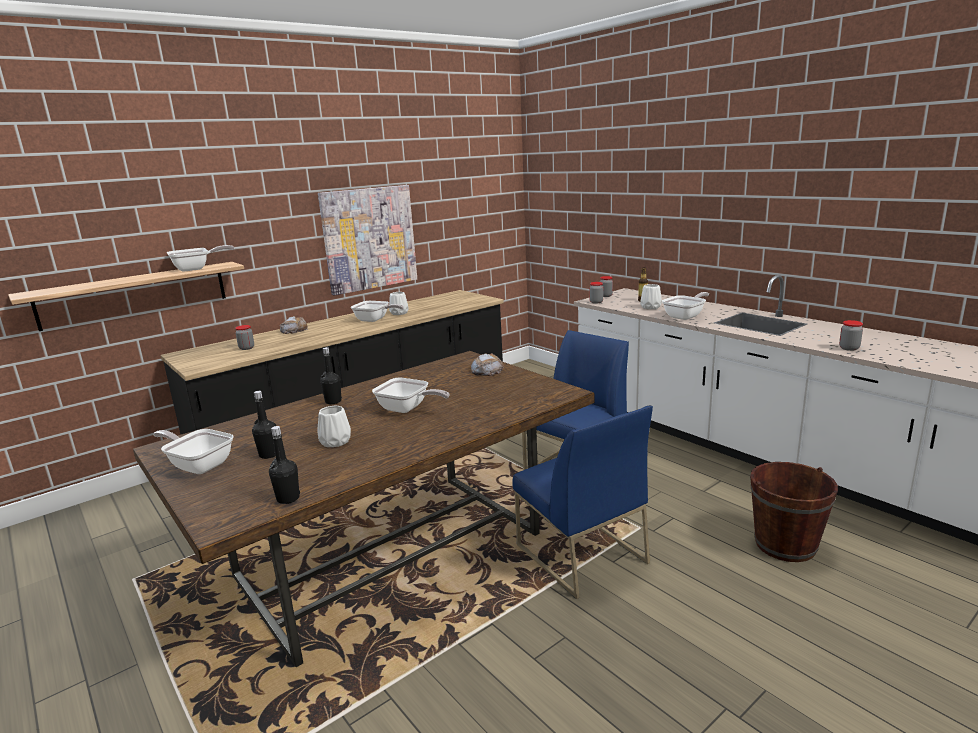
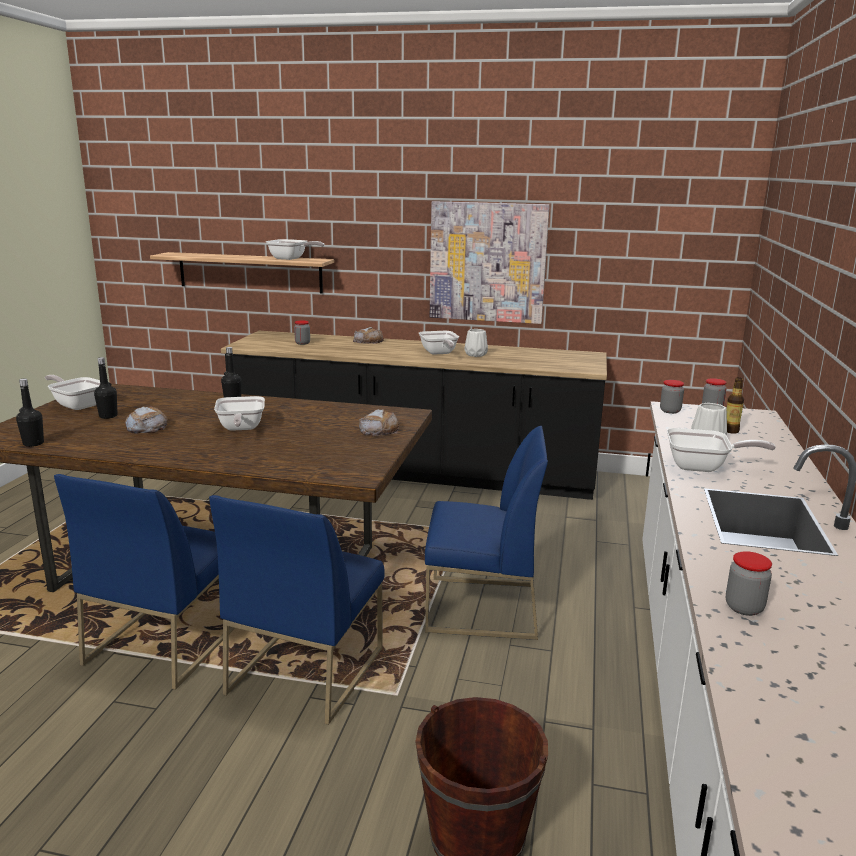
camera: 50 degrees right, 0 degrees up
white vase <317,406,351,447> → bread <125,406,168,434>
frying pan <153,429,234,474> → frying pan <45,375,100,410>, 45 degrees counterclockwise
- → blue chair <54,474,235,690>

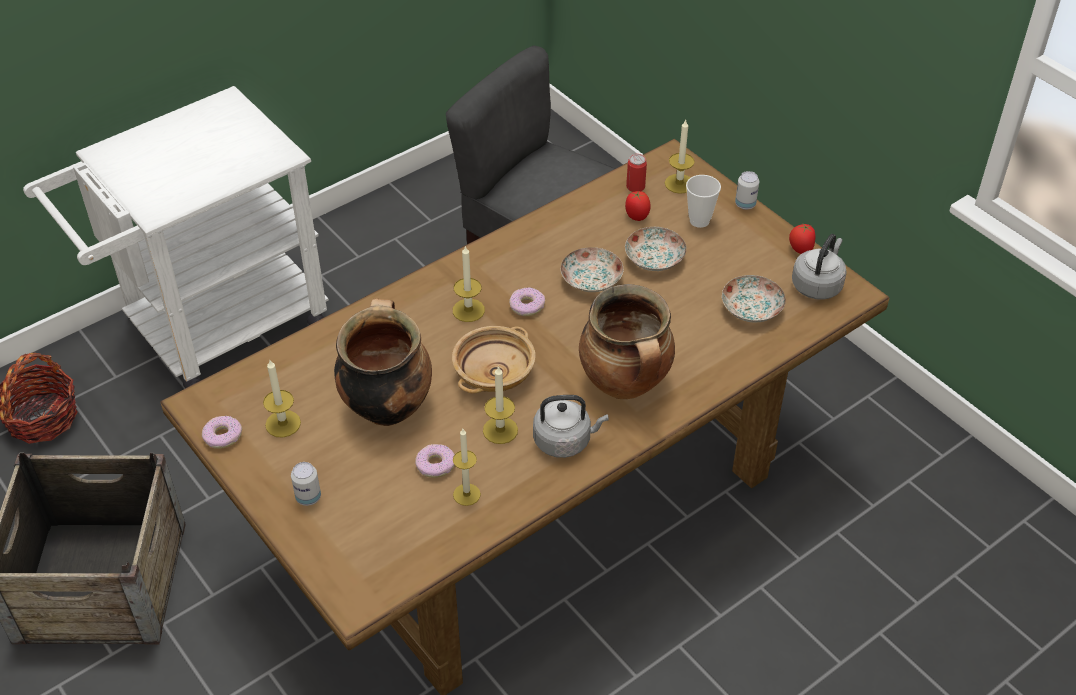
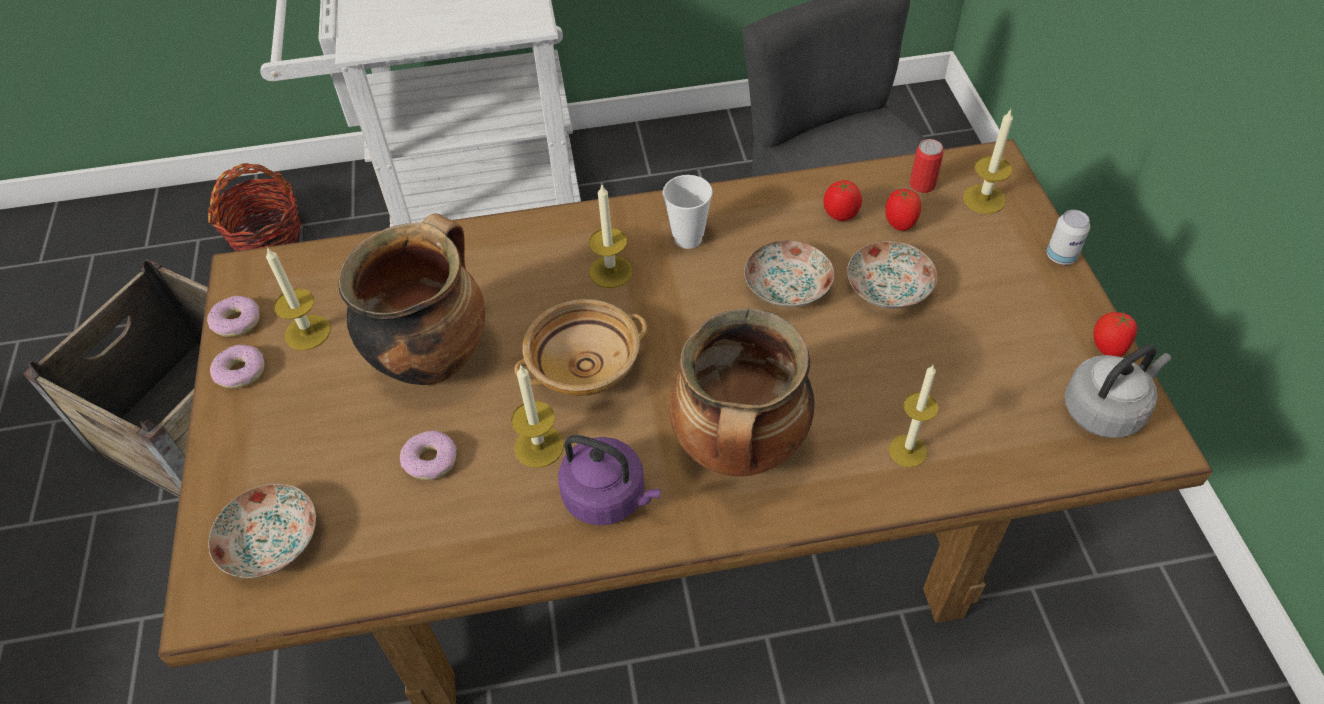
camera: 30 degrees right, 5 degrees up
cup <686,175,721,228> → cup <663,175,713,249>, relocated
plate <722,275,786,322> → plate <208,484,316,578>, relocated
donut <509,287,545,316> → donut <210,345,264,388>, relocated
grey kettle <533,395,609,458> → purple kettle <558,435,661,525>
candle <453,429,481,506> → candle <889,365,938,467>, relocated
can <291,462,321,506> → -
- → tomato <823,180,862,221>

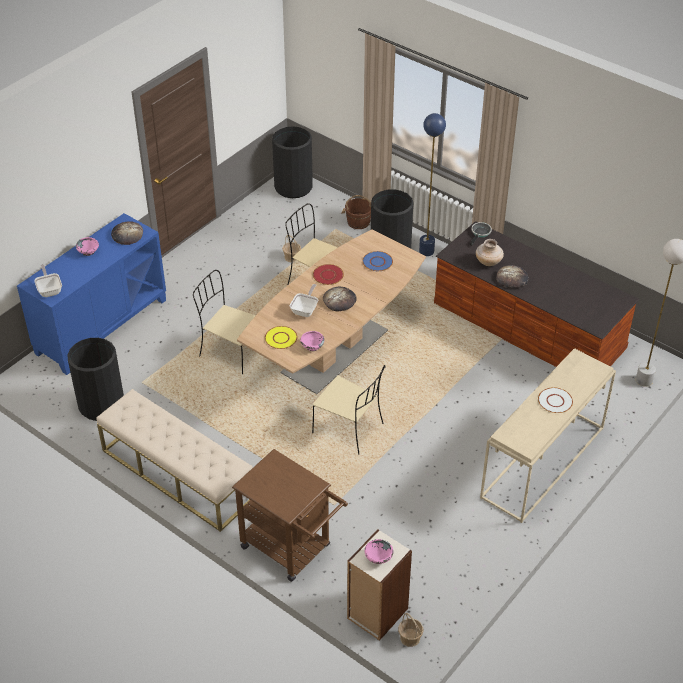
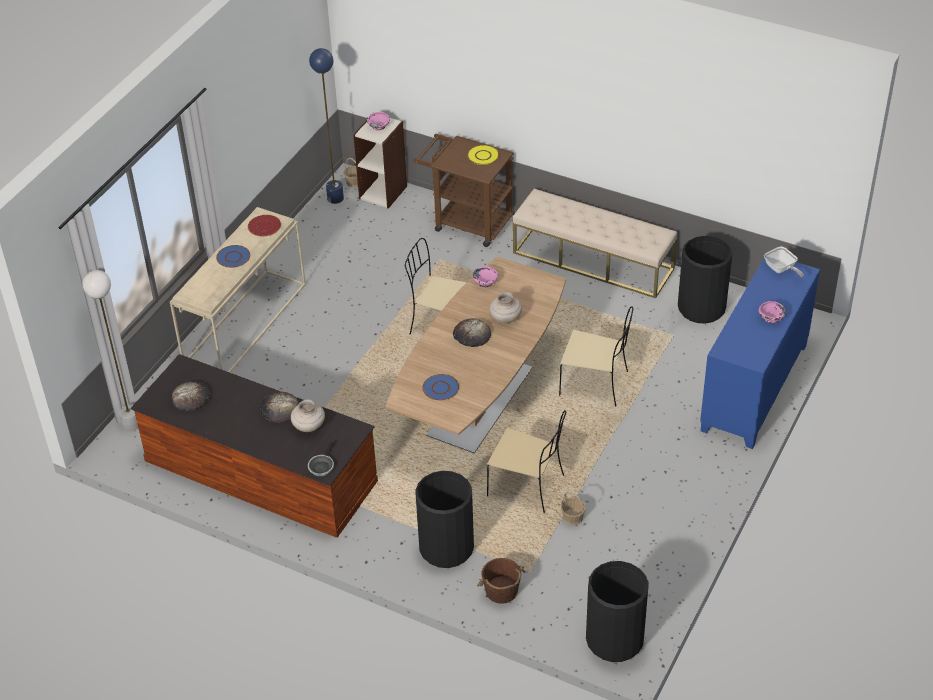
camera: 170 degrees right, 0 degrees up
blue floor lamp <419,113,446,256> → blue floor lamp <309,48,344,204>, relocated
bread <111,221,143,245> → bread <172,381,210,411>, relocated
red plate <313,264,344,285> → red plate <248,215,281,237>, relocated
frying pan <290,284,318,317> → beige vase <489,292,522,323>
yellow plate <265,326,297,349> → yellow plate <467,145,499,165>, relocated
white plate <538,387,573,413> → blue plate <216,245,250,268>

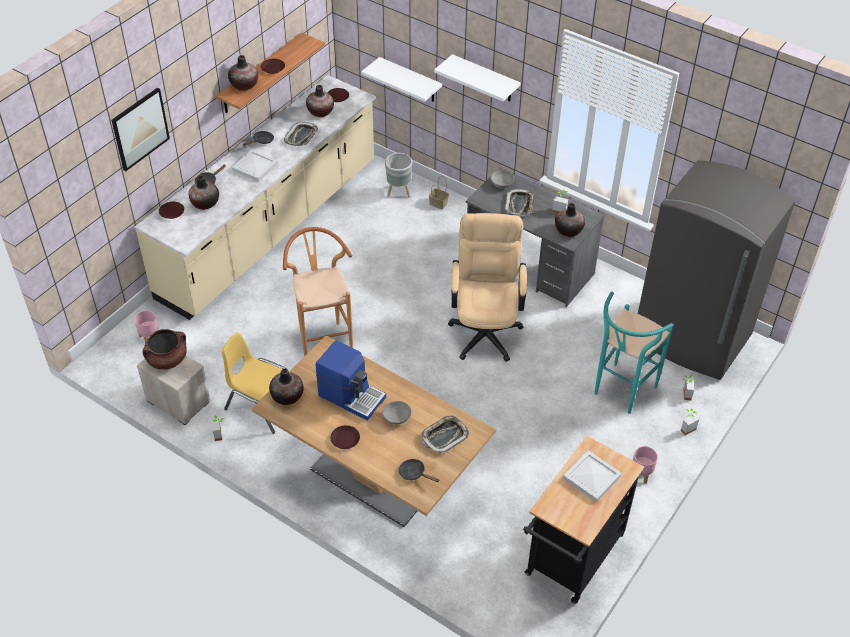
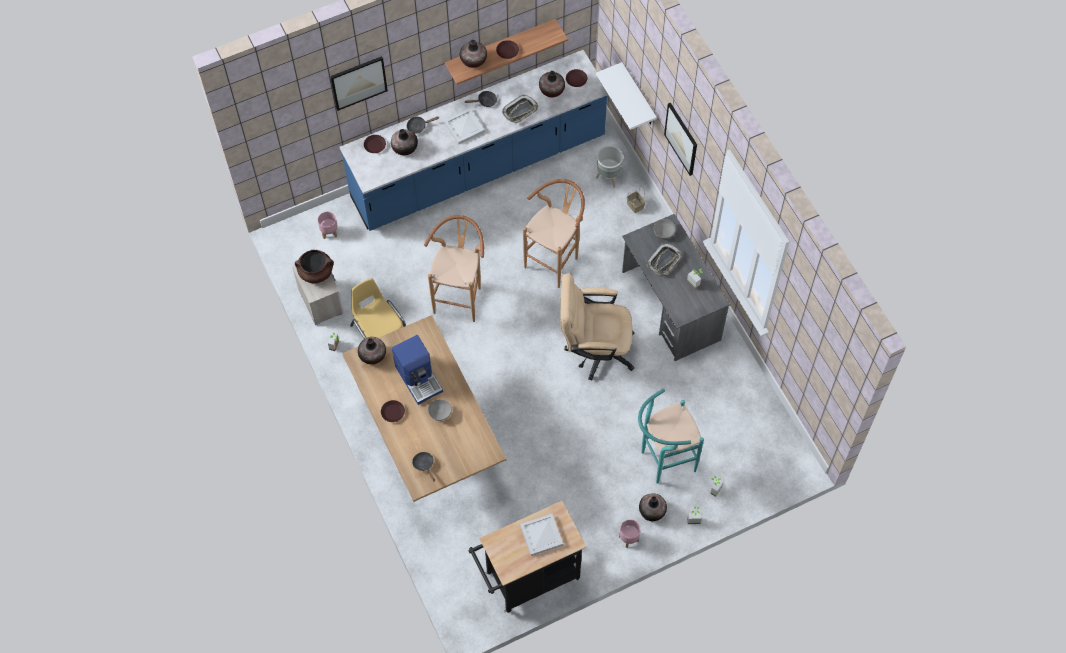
camera: 30 degrees right, 15 degrees up
white shelf <434,54,521,102> → picture <664,103,697,176>
beige counter <134,75,376,320> → blue counter <340,50,608,231>
grey fridge <638,160,795,380> → -
vase <555,203,585,237> → vase <639,493,667,521>, relocated
beige office chair <448,213,527,362> → beige office chair <560,273,634,380>, 120 degrees counterclockwise
tray <421,414,469,454> → -
- → brown stool <523,179,585,288>

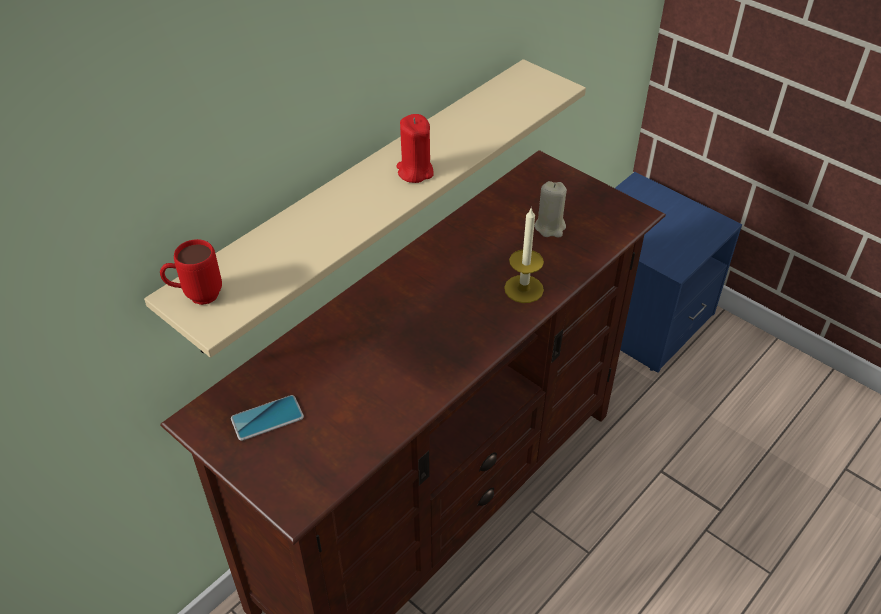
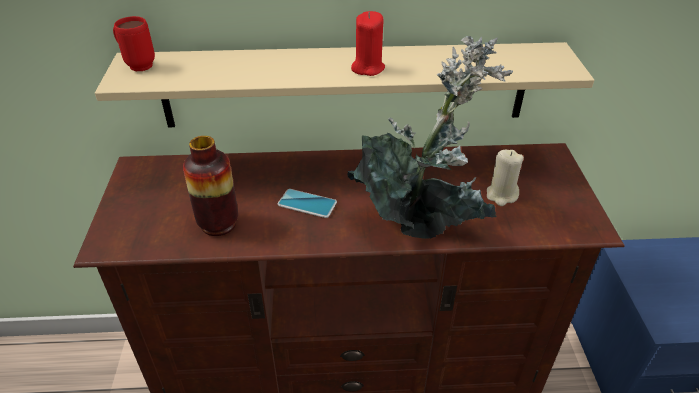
camera: 45 degrees right, 5 degrees down
candle <504,207,544,303> → potted plant <347,36,513,239>
phone <231,395,304,441> → phone <278,189,337,218>, relocated
- → vase <183,136,238,236>

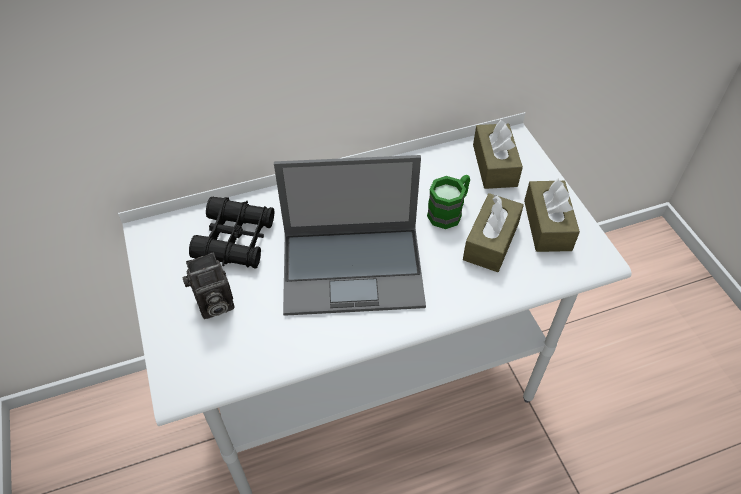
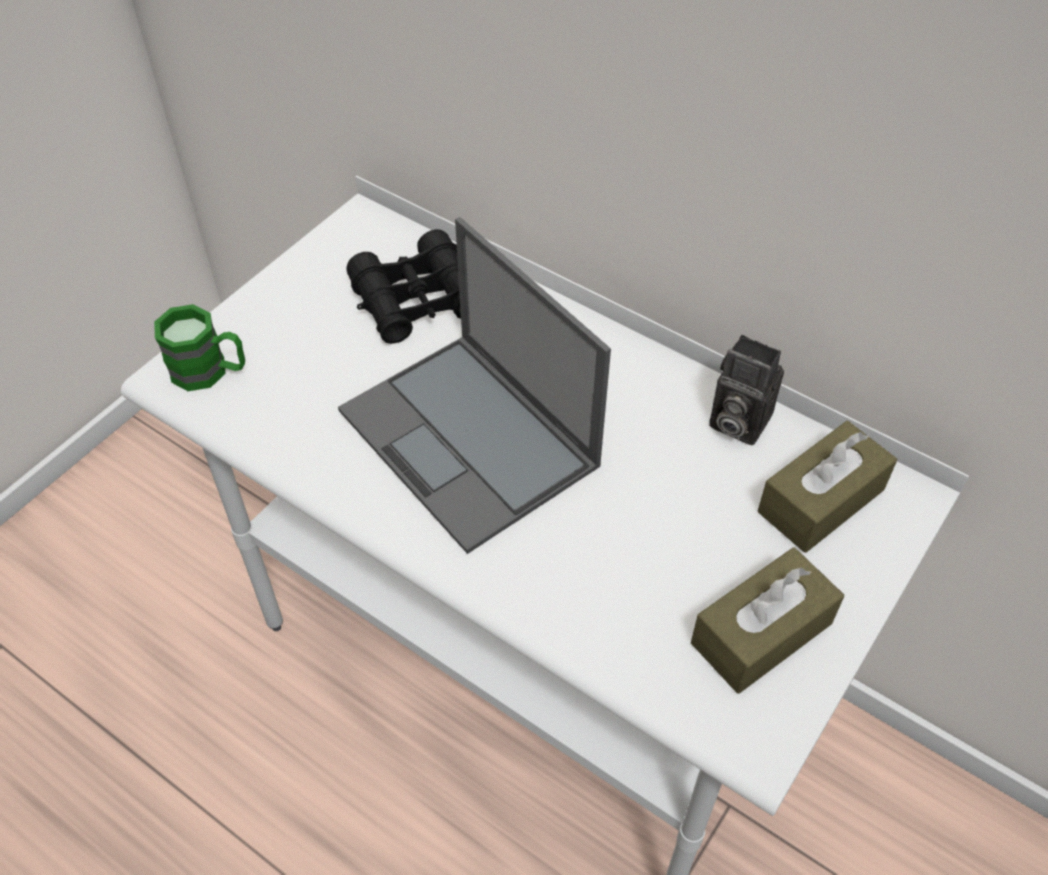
camera: 55 degrees right, 0 degrees up
green mug <427,175,470,229> → green mug <154,304,245,391>, relocated
brown tissue box <463,193,524,272> → -
photo camera <182,253,234,319> → photo camera <709,335,784,446>, relocated

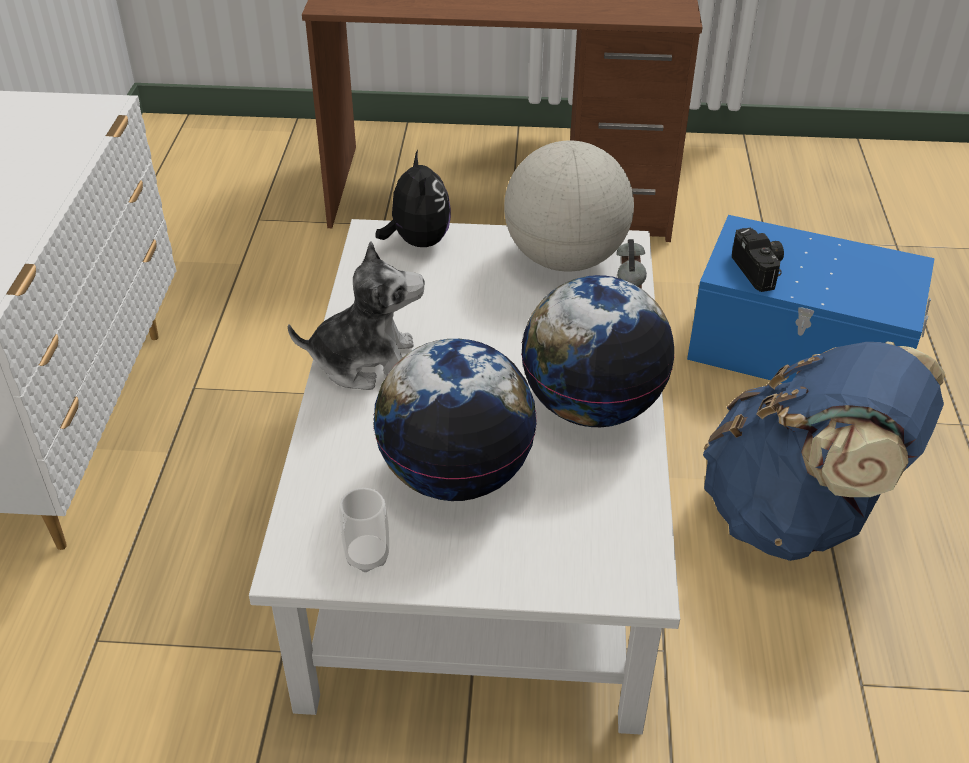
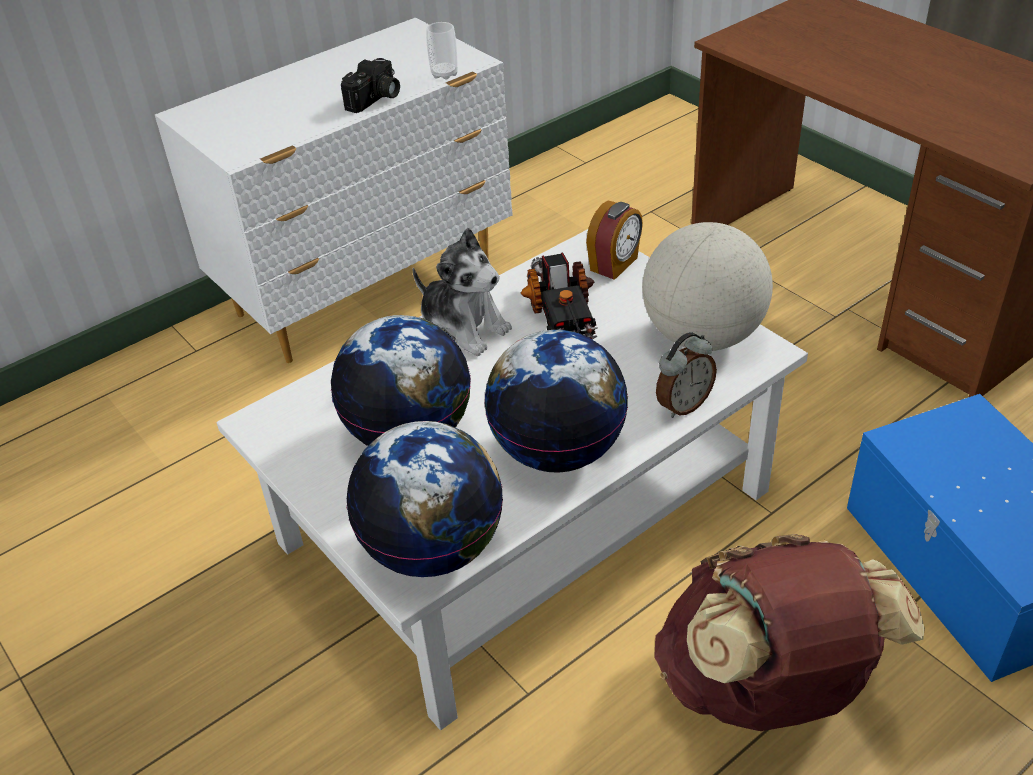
camera: 50 degrees right, 0 degrees up
plush toy <376,150,451,247> → alarm clock <586,201,643,280>
photo camera <732,228,784,292> → photo camera <341,58,400,113>, relocated
blue backpack <703,341,945,561> → brown backpack <654,534,925,731>
cup <339,488,389,572> → cup <426,22,458,80>, relocated
- → toy truck <521,252,598,339>
- → globe <347,421,503,577>

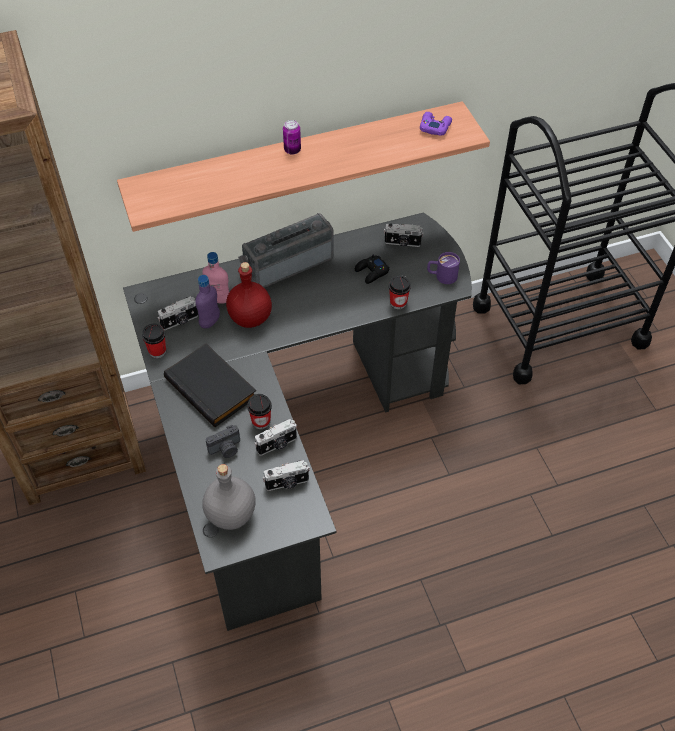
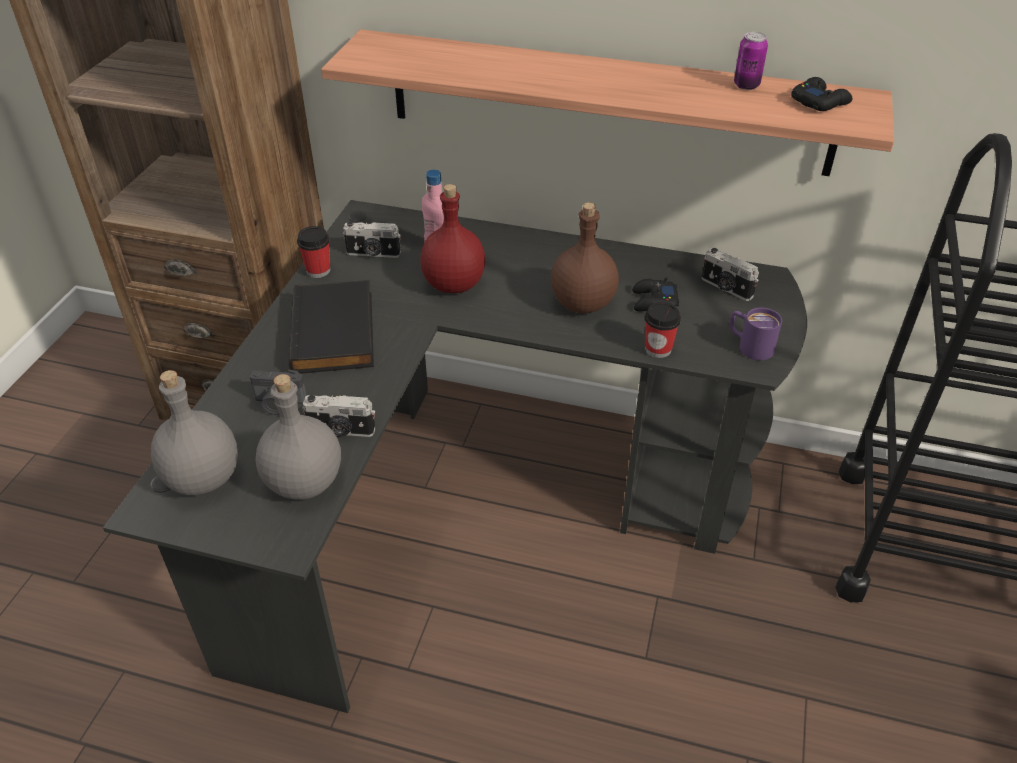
camera: 35 degrees right, 10 degrees down
purple game controller <420,112,452,136> → black game controller <791,77,853,111>
can <283,120,301,155> → can <734,32,768,90>, relocated
radio <238,213,334,288> → -
purple bottle <195,275,220,328> → -
cup <247,394,272,429> → -
photo camera <263,460,310,491> → grey bottle <256,374,341,500>
- → brown bottle <551,202,619,314>

